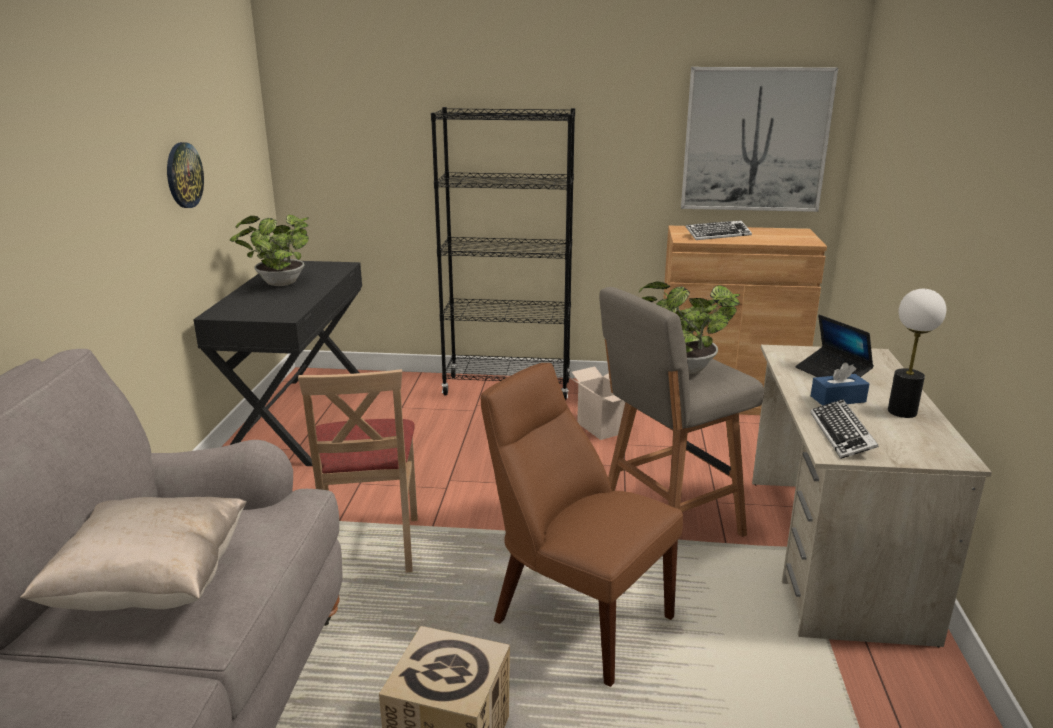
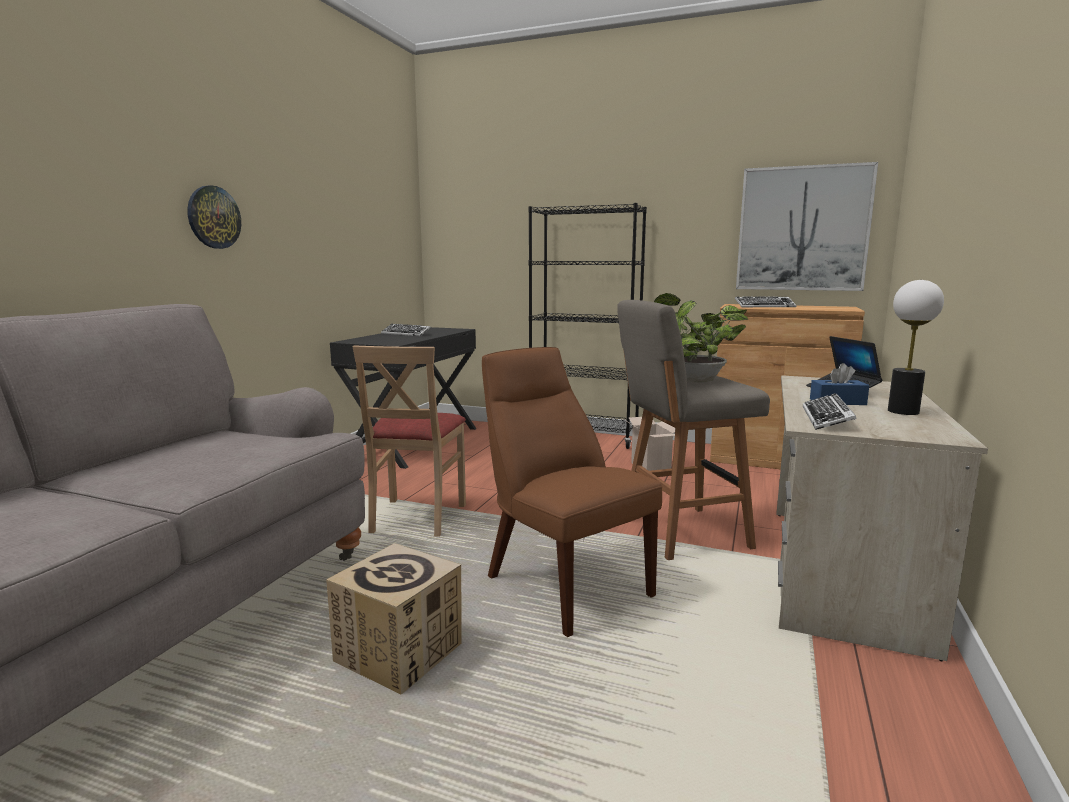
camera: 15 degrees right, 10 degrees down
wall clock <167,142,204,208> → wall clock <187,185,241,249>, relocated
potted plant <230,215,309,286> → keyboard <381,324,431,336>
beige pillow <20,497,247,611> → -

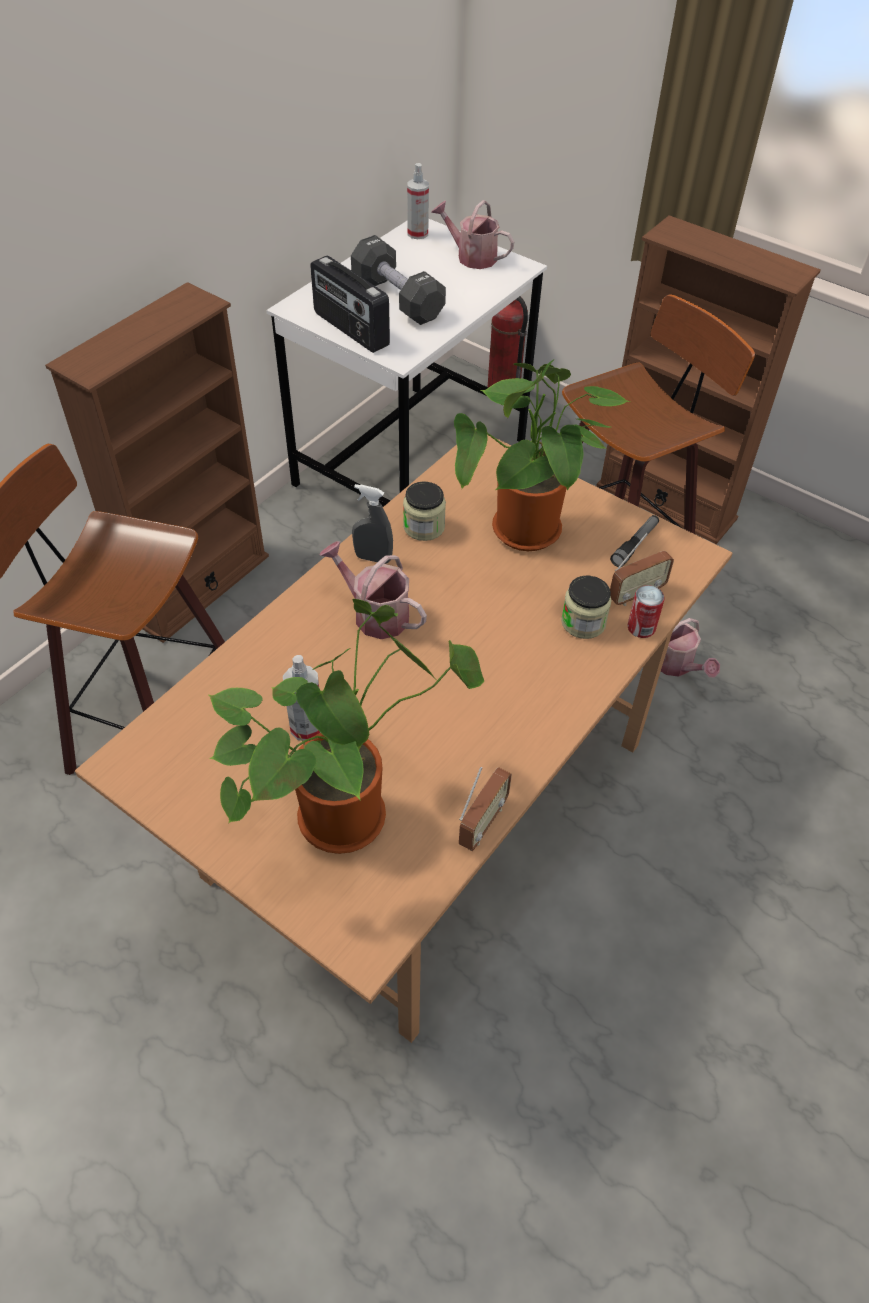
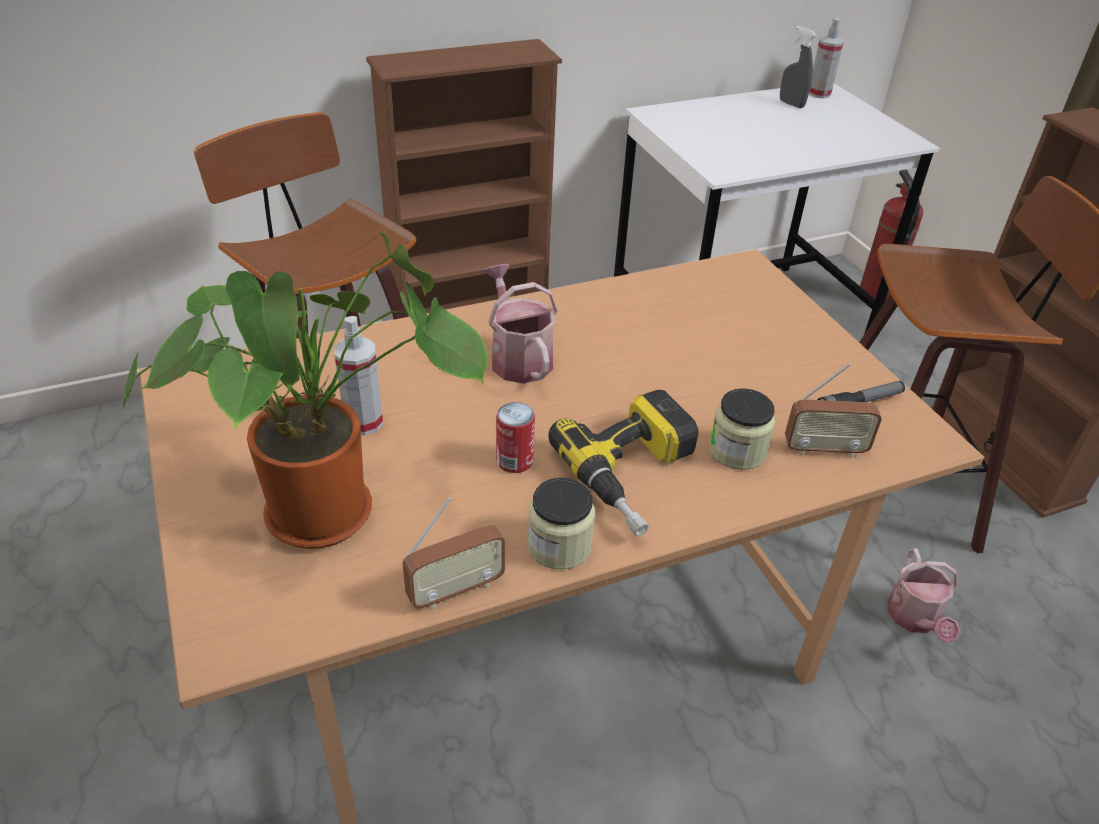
camera: 30 degrees right, 10 degrees down
watering can <431,200,514,269> → -
black dumbbell <351,235,446,325> → -
radio <310,256,390,353> → -
potted plant <454,360,630,551> → -
jar <403,481,446,541> → jar <528,477,595,570>, relocated
grey spray bottle <352,484,393,564> → grey spray bottle <780,26,817,108>, relocated
can <628,585,665,638> → can <496,402,535,473>, relocated
- → power drill <548,390,699,536>

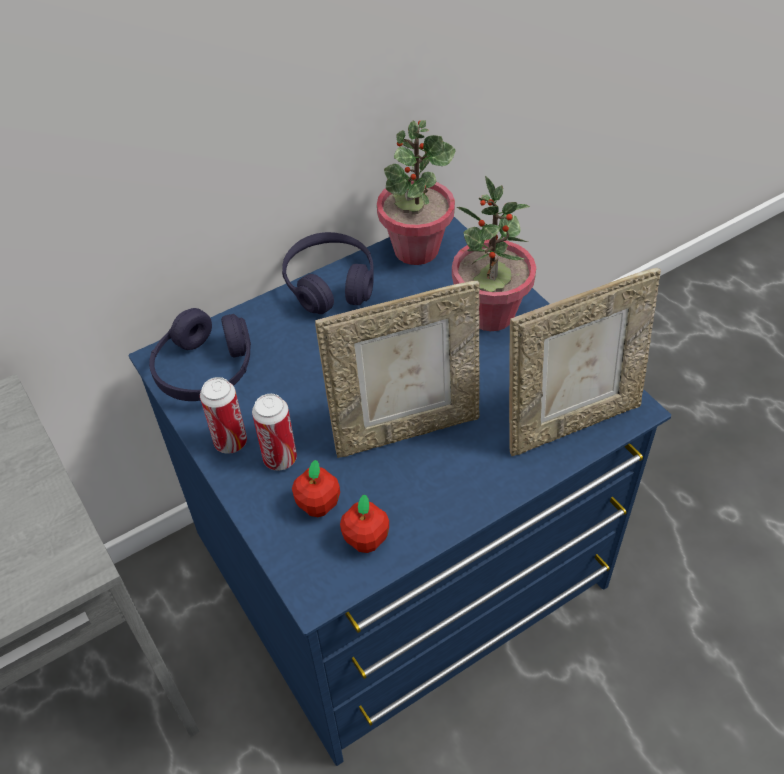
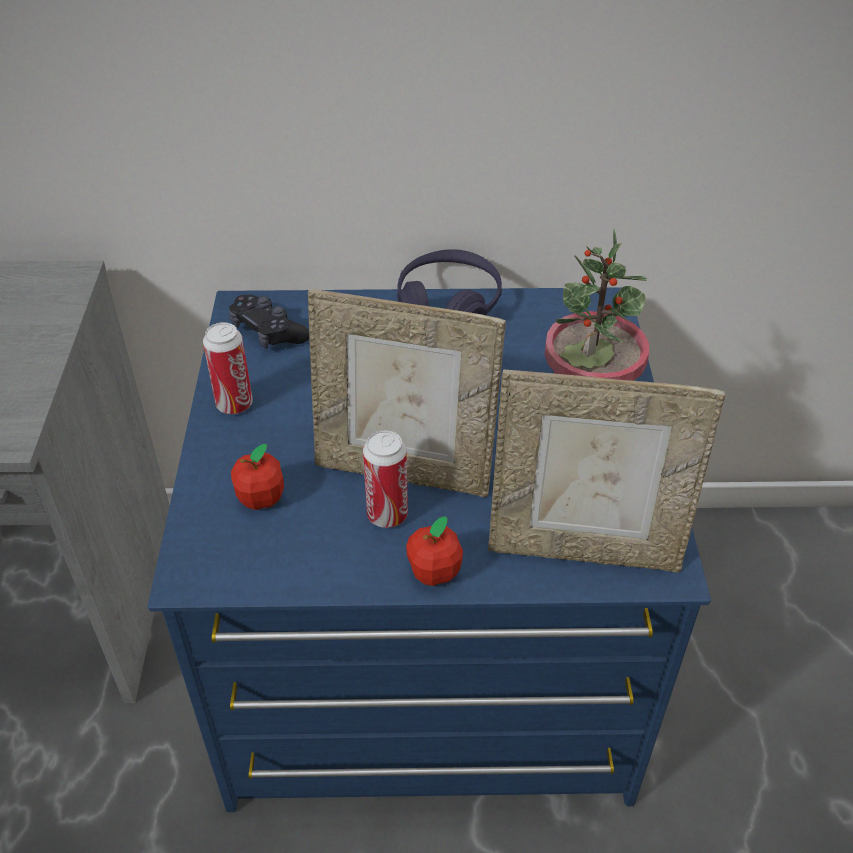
camera: 30 degrees right, 5 degrees down
potted plant <377,120,455,265> → -
purple headphones <149,308,251,401> → black game controller <229,295,309,349>
can <252,394,297,471> → can <363,430,408,528>, relocated
apple <340,494,389,553> → apple <406,516,463,586>, relocated

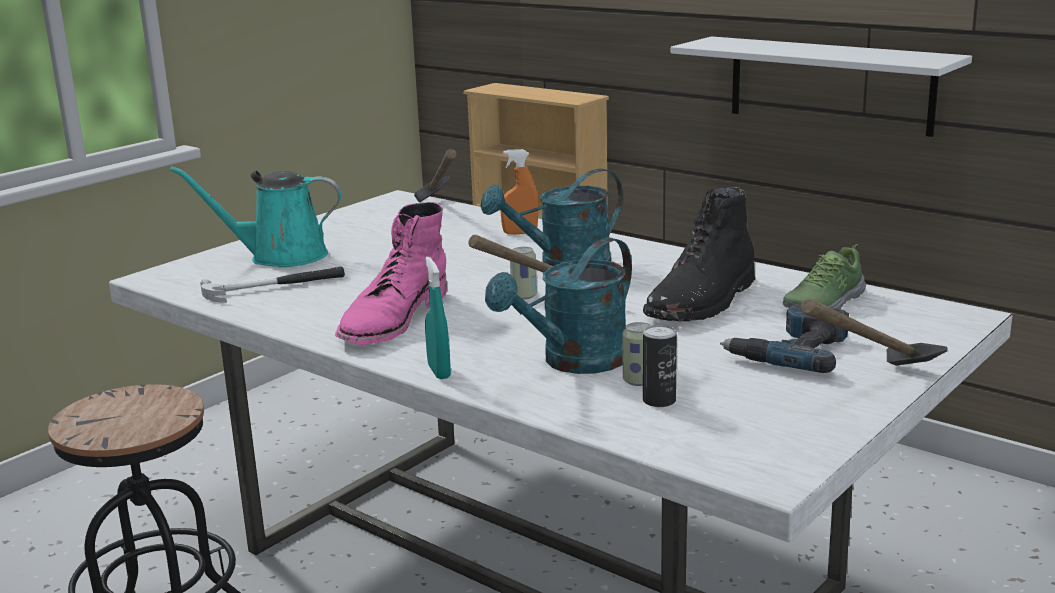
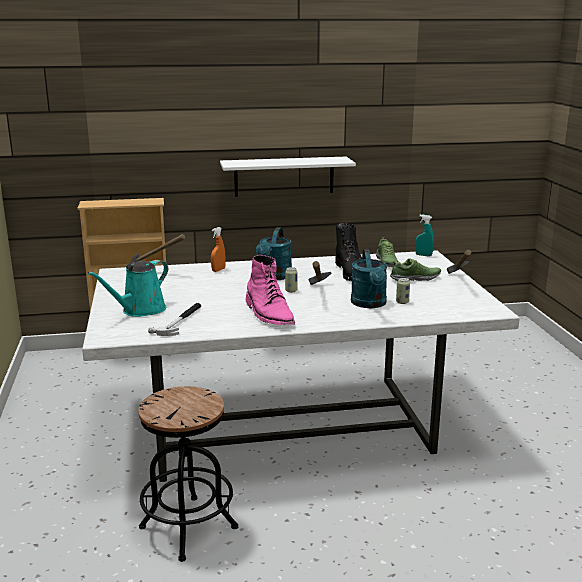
camera: 50 degrees left, 0 degrees up
turquoise spray bottle <425,257,451,379> → turquoise spray bottle <415,215,434,257>, relocated
power drill <720,303,849,373> → shoe <390,258,441,281>
can <643,325,677,407> → -

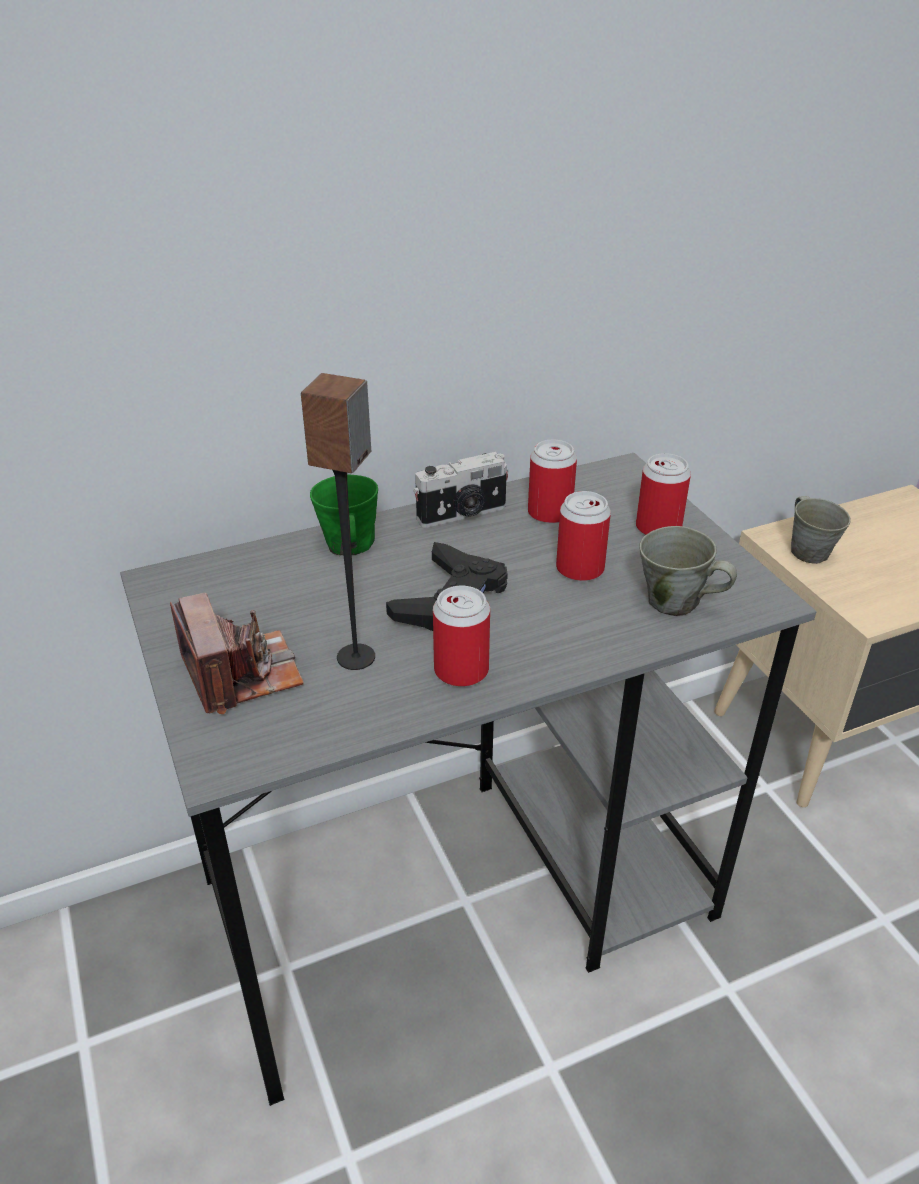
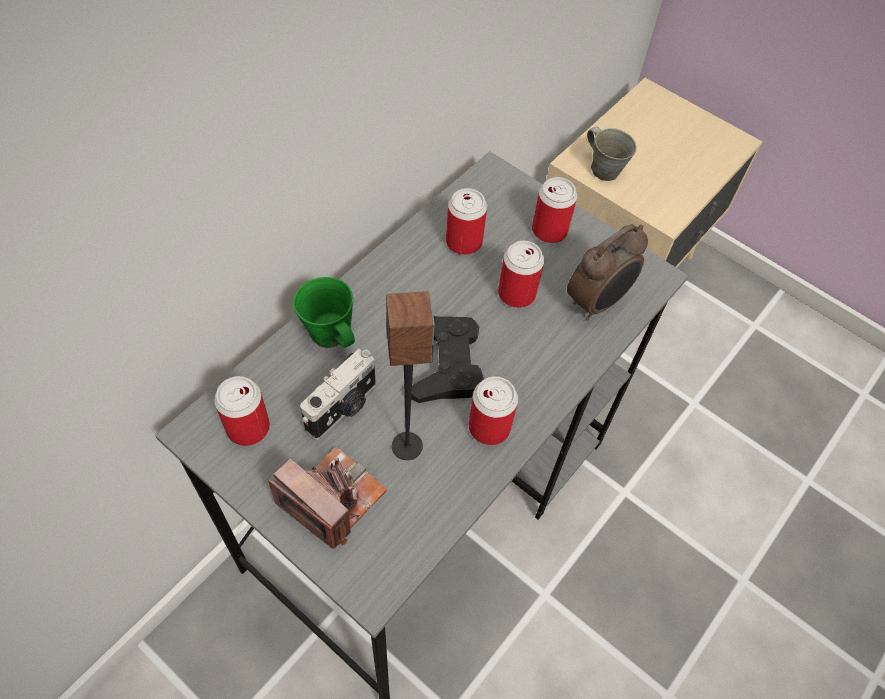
camera: 30 degrees left, 20 degrees up
photo camera <413,452,509,528> → photo camera <300,349,376,440>, relocated
grey mug <639,526,737,616> → alarm clock <567,224,648,320>
- → can <214,376,270,446>

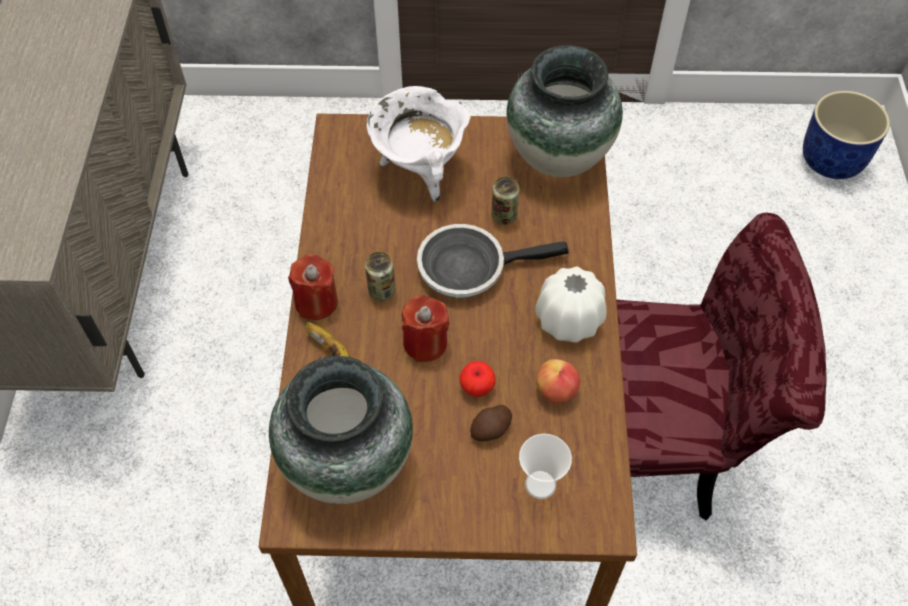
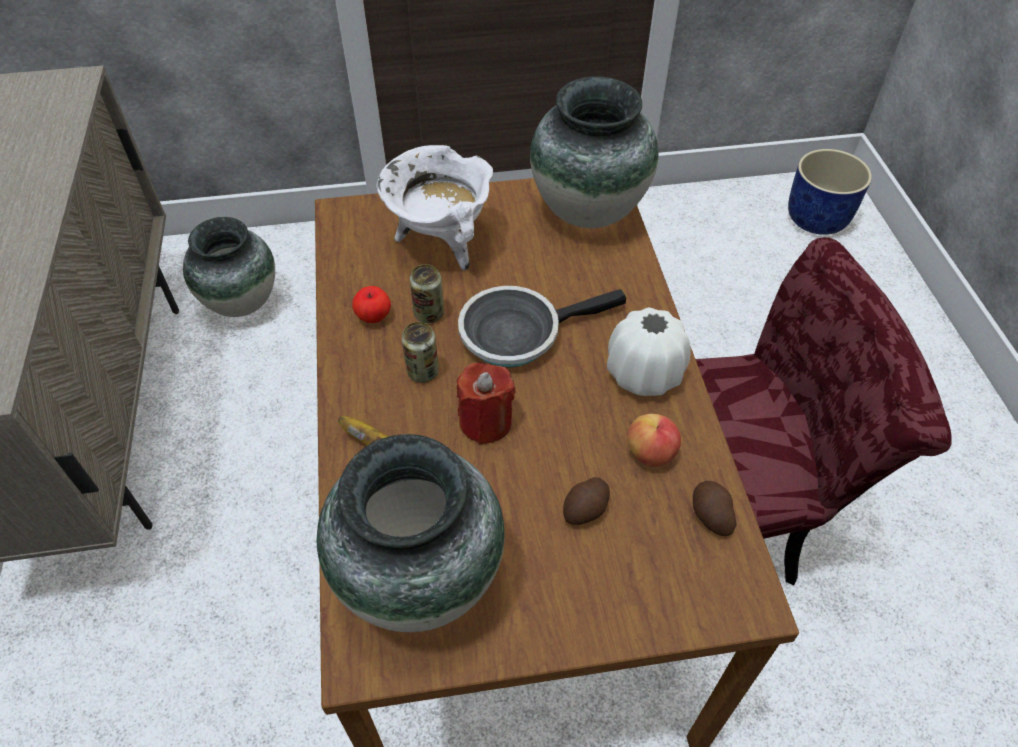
camera: 10 degrees left, 5 degrees down
can <491,176,520,225> → can <410,264,444,323>, relocated
red candle <288,254,338,320> → -
apple <459,361,496,397> → apple <352,286,391,323>, relocated
cup <519,434,572,499> → -
- → vase <183,217,275,317>
- → potato <693,481,737,536>

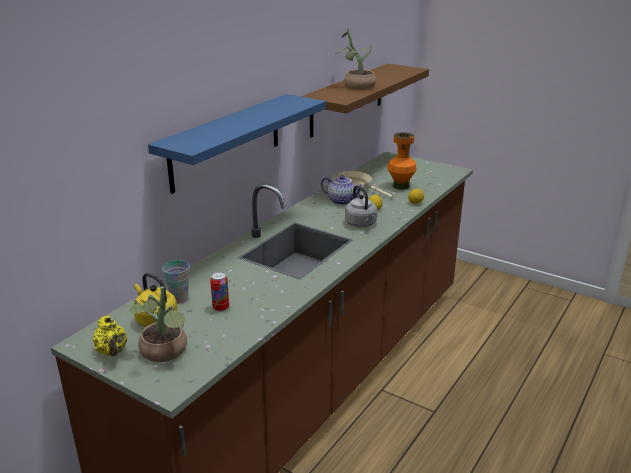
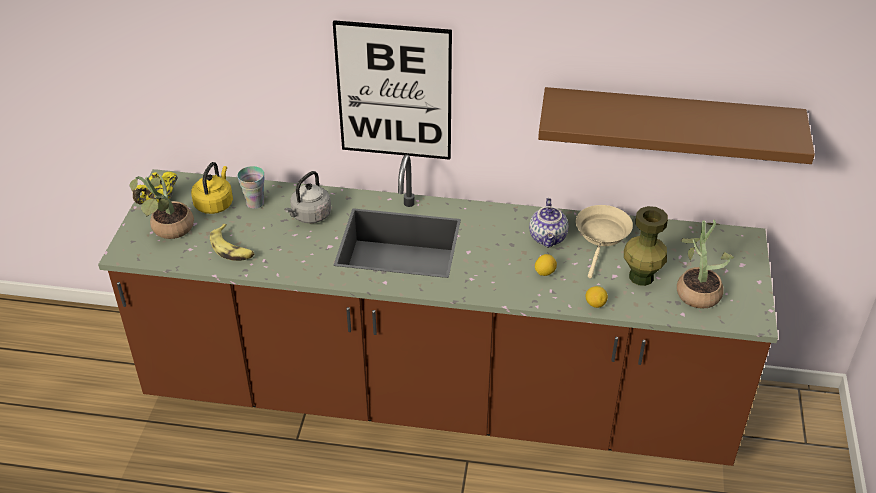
camera: 65 degrees right, 15 degrees up
potted plant <336,28,376,90> → potted plant <677,220,734,309>, relocated
blue shelf <148,94,326,194> → picture <333,20,452,160>
orange vase <388,132,416,190> → green vase <624,206,668,286>
grey kettle <345,185,377,227> → grey kettle <284,171,331,223>, relocated
can <210,272,229,312> → -
- → banana <210,224,254,261>

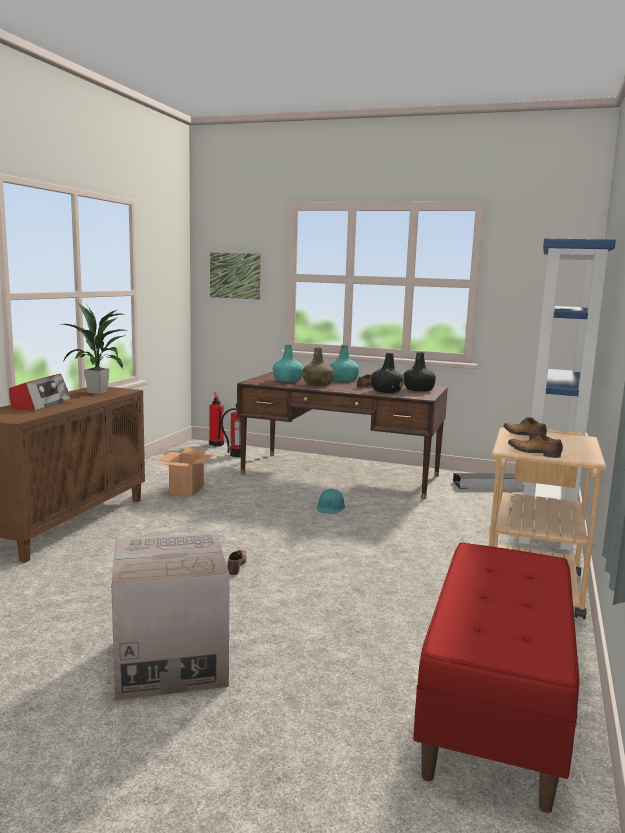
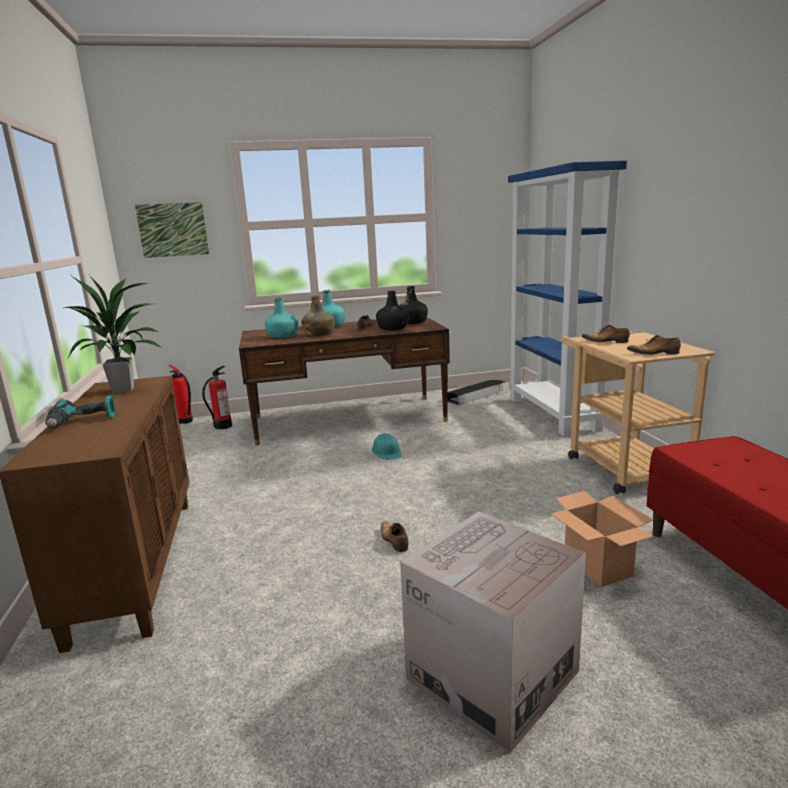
camera: 30 degrees left, 5 degrees up
radio <9,374,71,410> → power drill <45,394,116,428>
cardboard box <157,448,215,497> → cardboard box <551,491,654,587>, relocated

